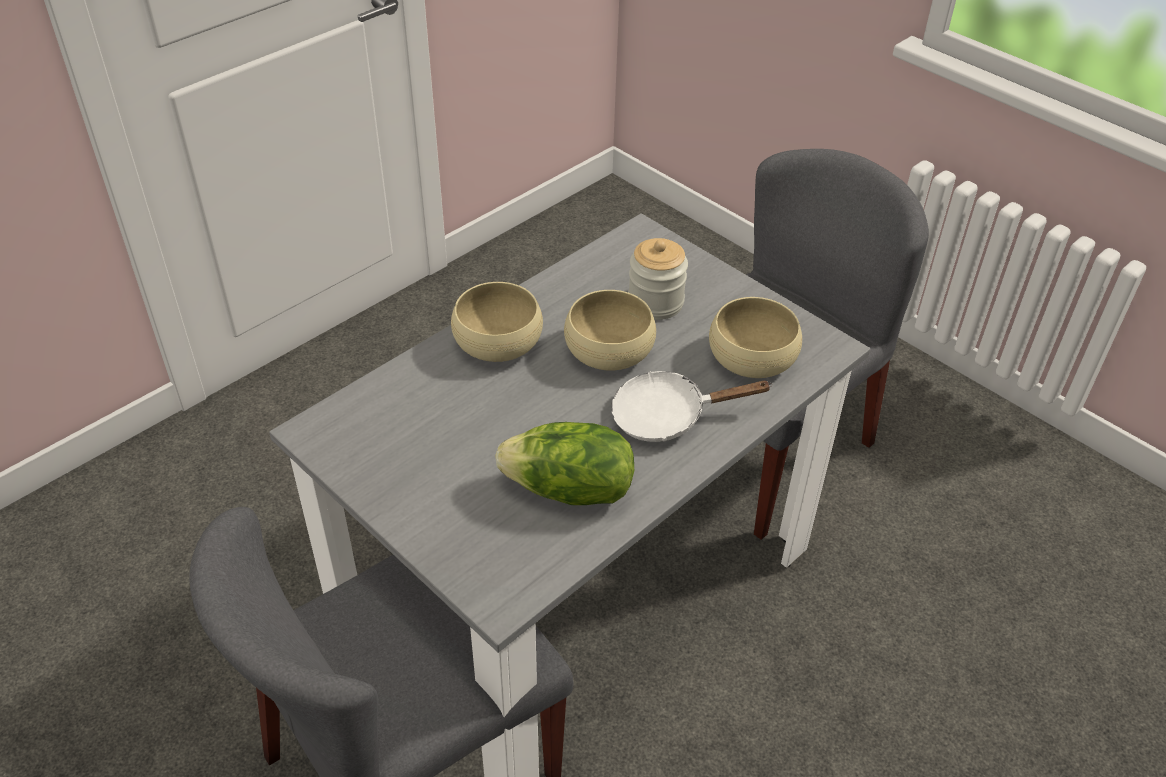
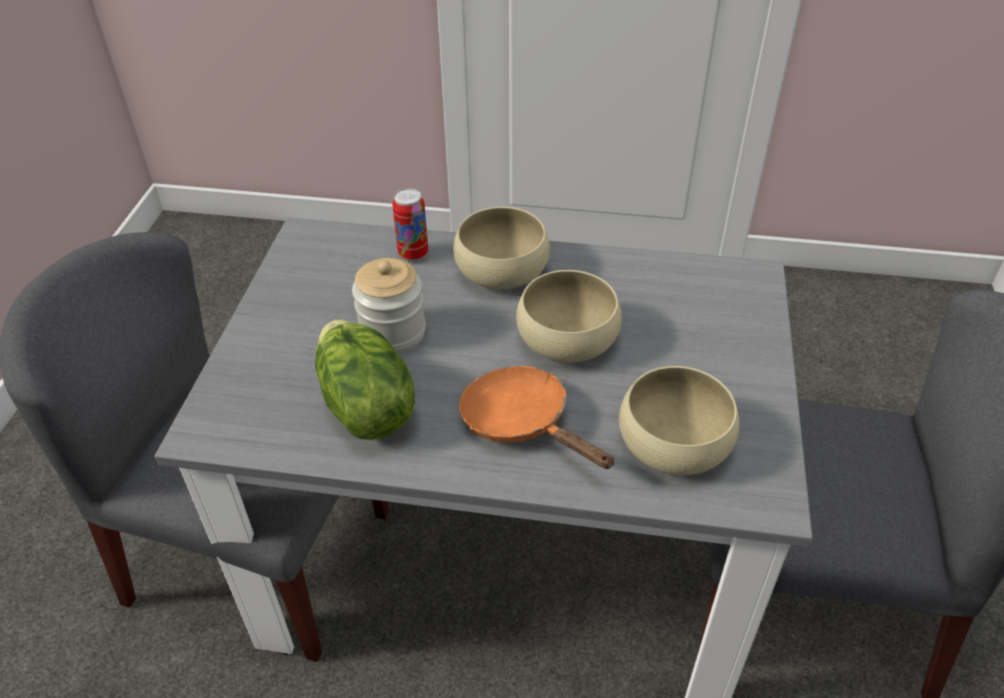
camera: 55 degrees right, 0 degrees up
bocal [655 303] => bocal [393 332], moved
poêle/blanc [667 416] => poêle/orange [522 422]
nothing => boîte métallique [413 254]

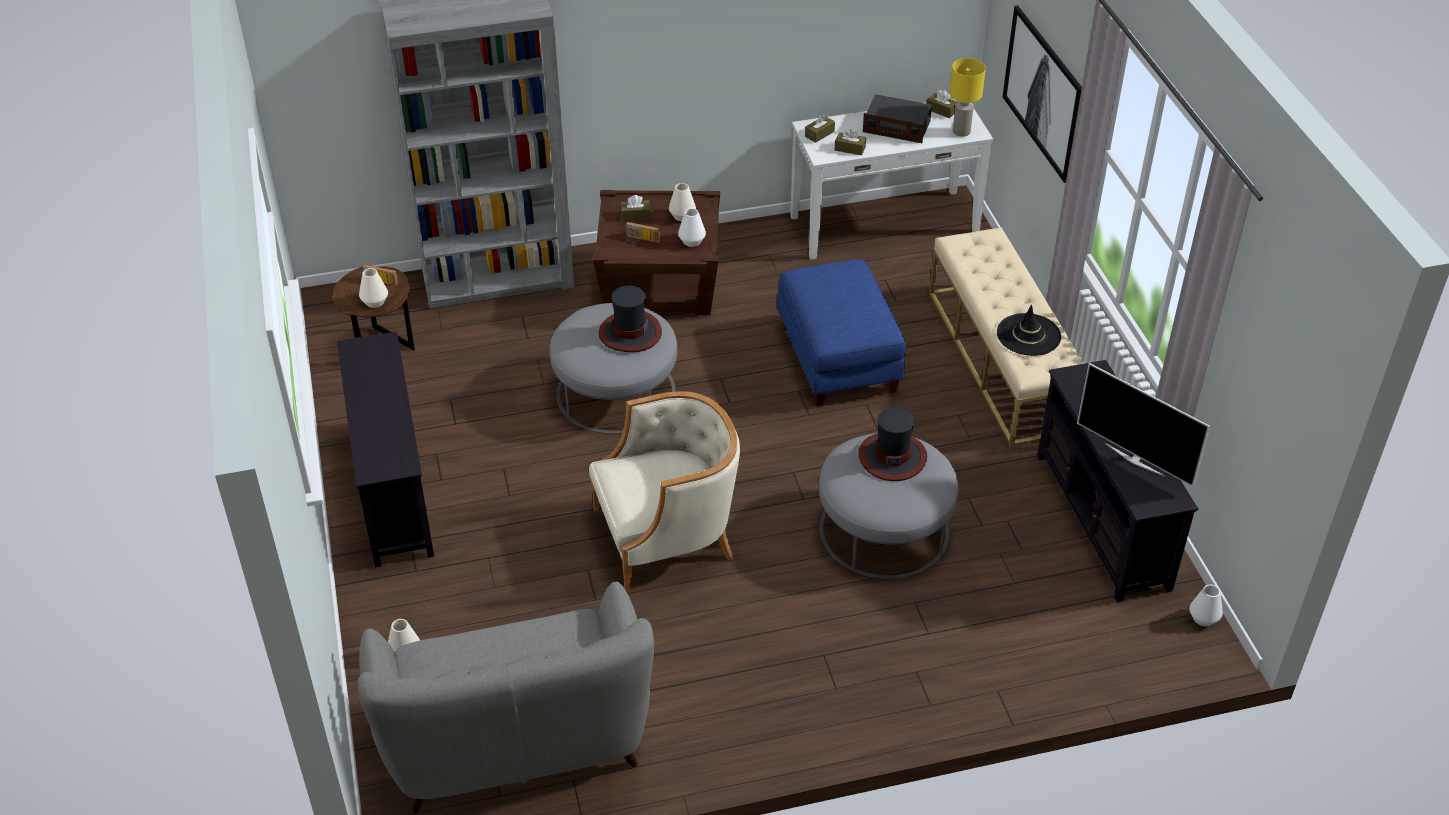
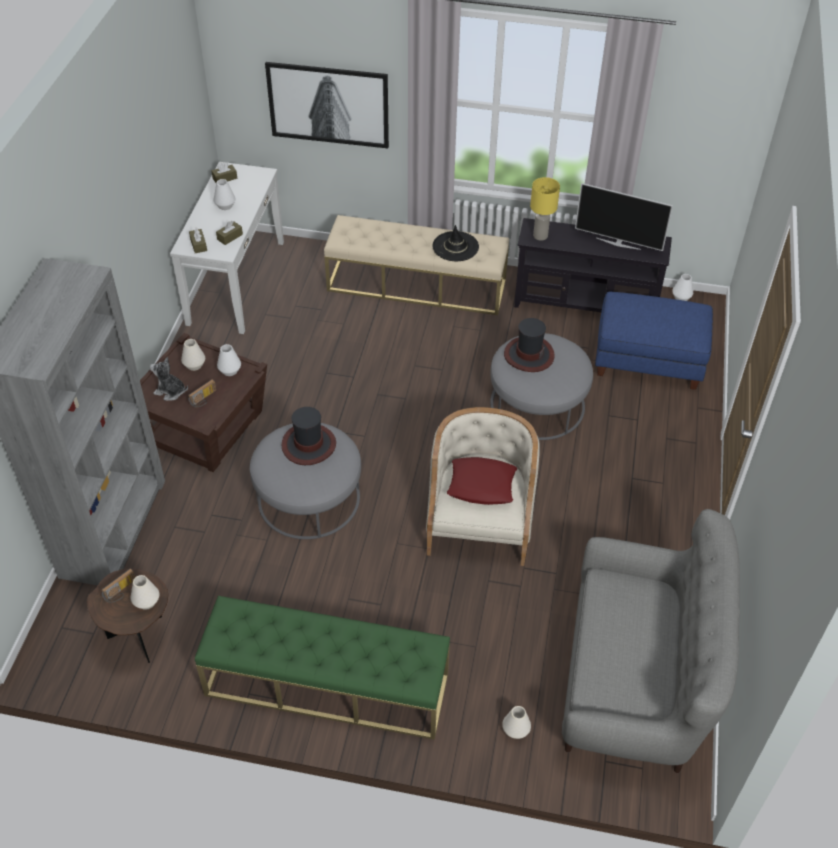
camera: 65 degrees left, 5 degrees up
lampe de table/jaune [961 131] => lampe de table/jaune [540 236], moved
radio [897 127] => vase/blanc [225 205]
boîte à mouchoirs/marron [635 215] => peluche [170 391]
pouf/bleu [839 359] => pouf/bleu [649 359], moved
meuble télé/noir [392 490] => banc/vert [326 685]
téléviseur [1135 459] => téléviseur [618 243], 45 degrees clockwise
nothing => coussin/rouge [482 485]

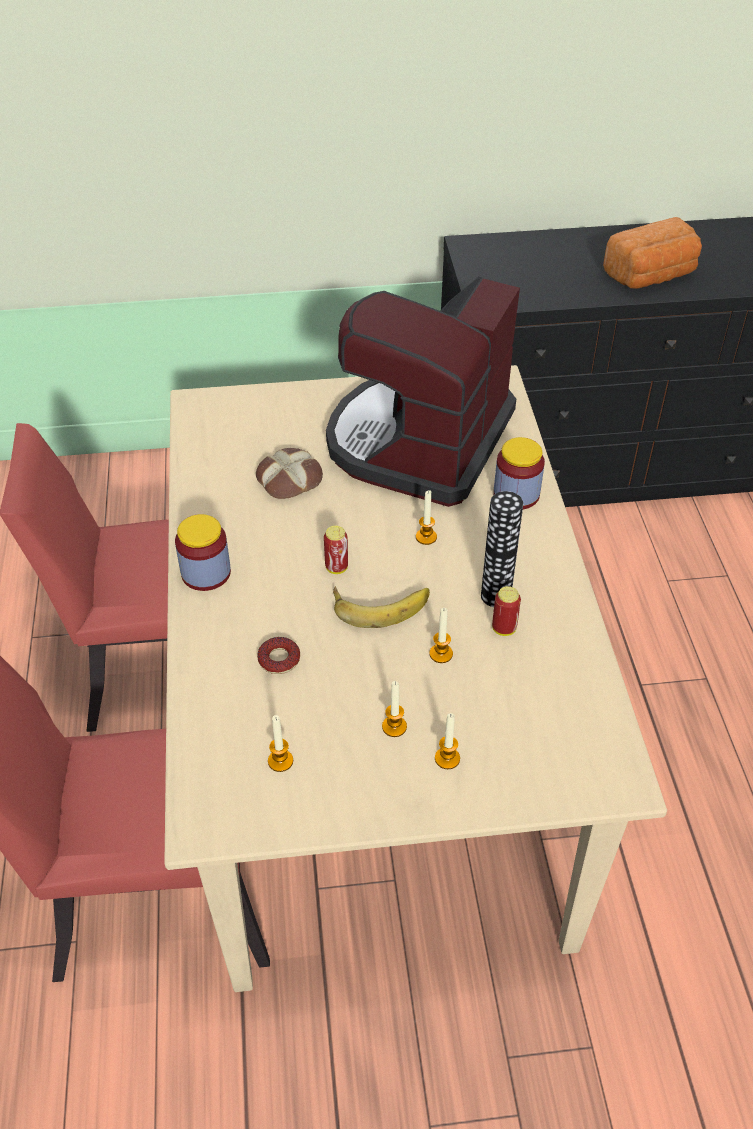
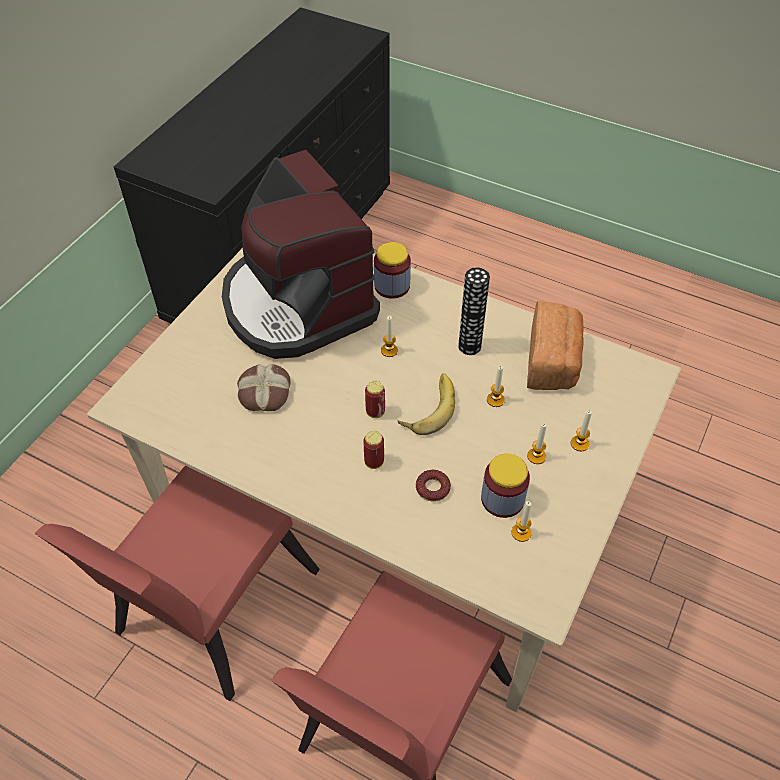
camera: 55 degrees left, 5 degrees up
pain [651 276] => pain [553 362], moved
bocal [206 573] => bocal [502 499], moved
boîte métallique [504 629] => boîte métallique [374 462], moved

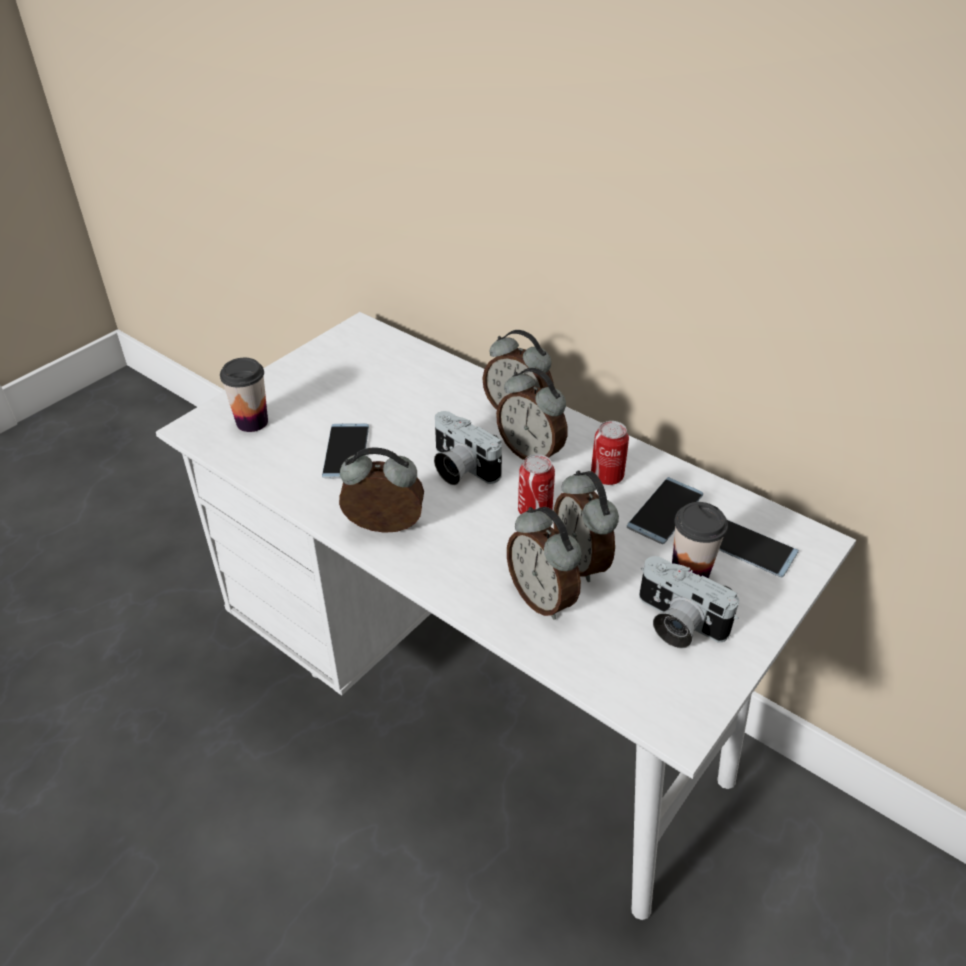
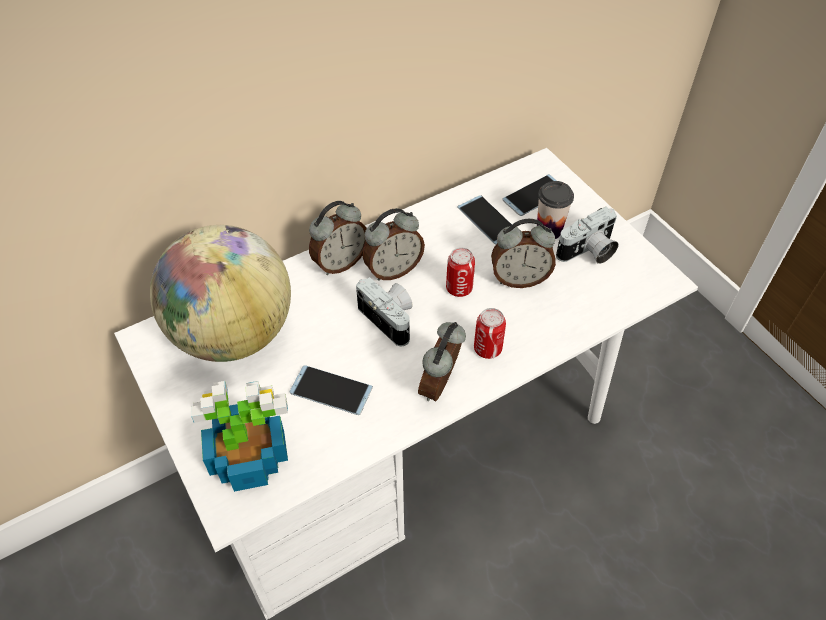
camera: 70 degrees left, 10 degrees up
tasse [252 422] => plante en pot [248 457]
appareil photo [459 468] => appareil photo [391 318], 105 degrees counterclockwise
boîte métallique [607 476] => boîte métallique [487 348], moved
réveil [543 598] => nothing
nothing => globe [233 333]

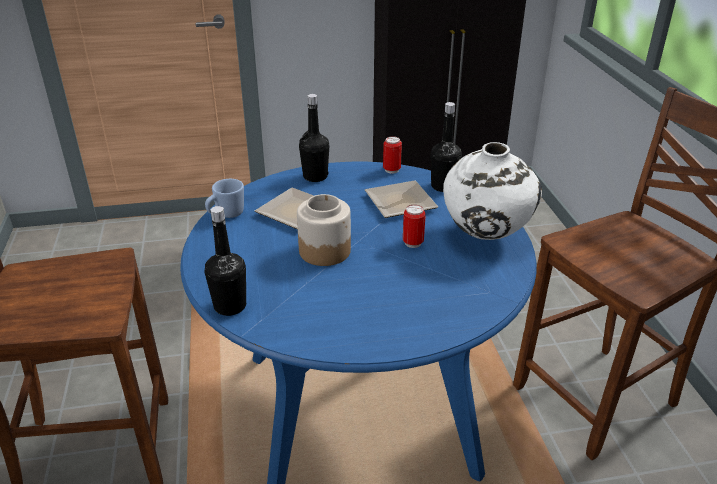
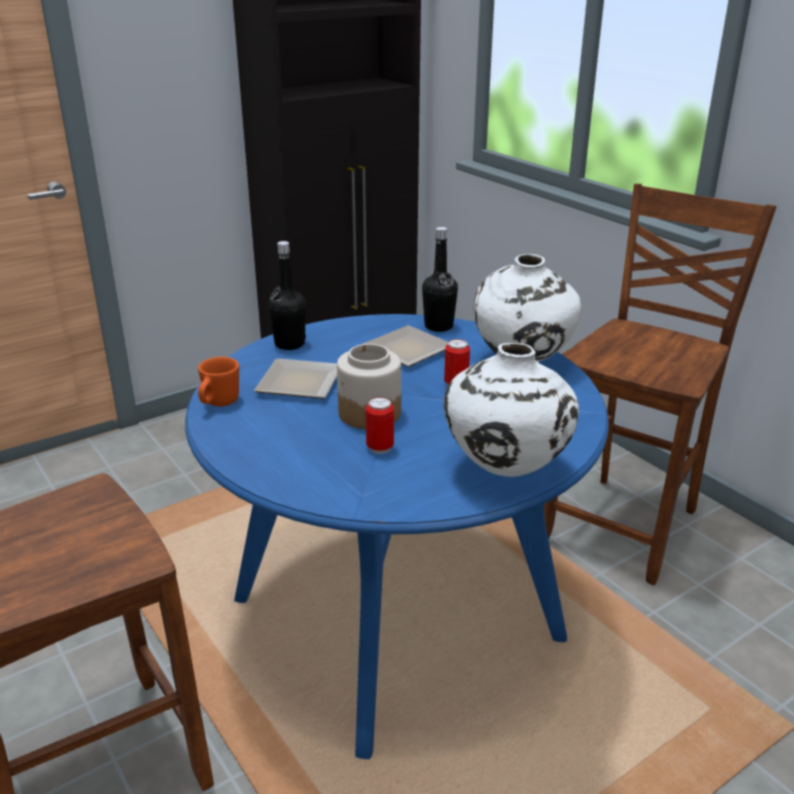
camera: 25 degrees left, 5 degrees down
boîte métallique [391 170] => boîte métallique [380 448], moved
mug/bleu [226 215] => mug/orange [218 403]
bouteille/noir [230 306] => nothing
nothing => vase/blanc [505 471]

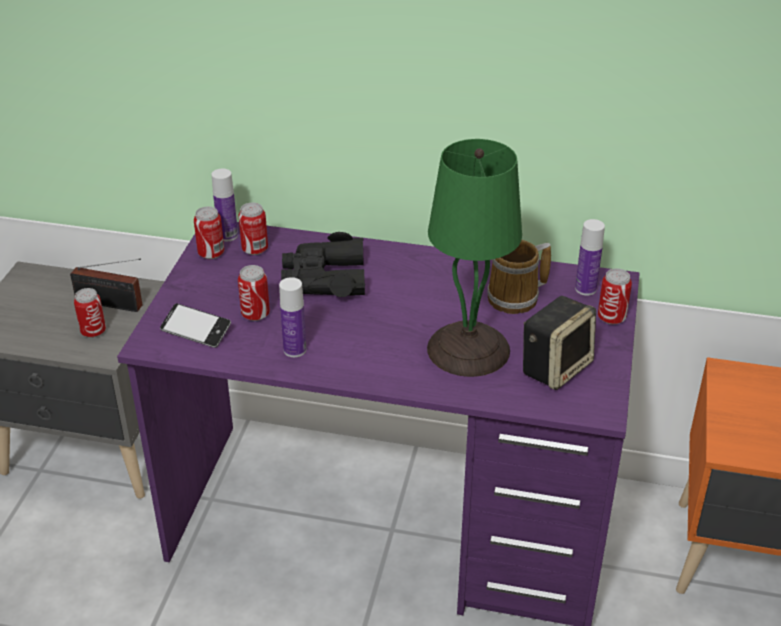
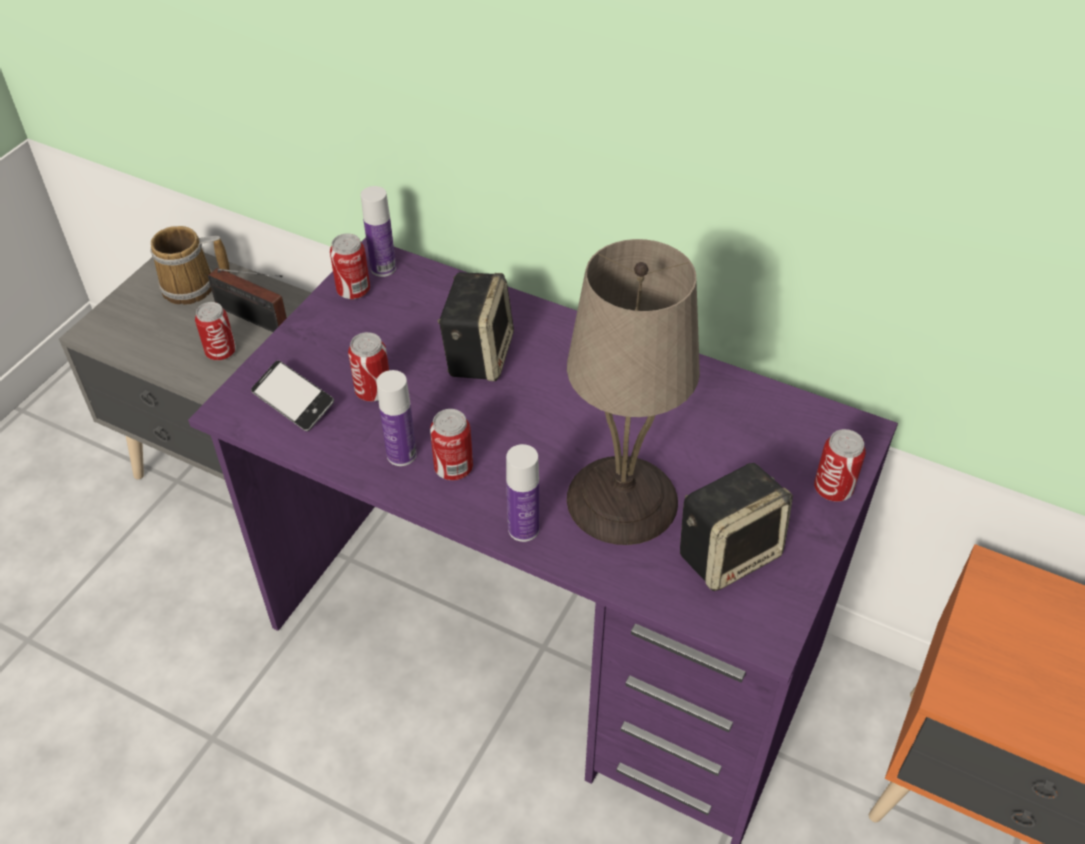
camera: 15 degrees right, 10 degrees up
lampe de table/vert [469 348] => lampe de table/beige [624 498]
boîte métallique [255 249] => boîte métallique [453 468], moved
bouteille [585 289] => bouteille [523 529], moved
jumelles/noir [324 278] => enceinte [477 354]
mug [517 298] => mug [192 287], moved

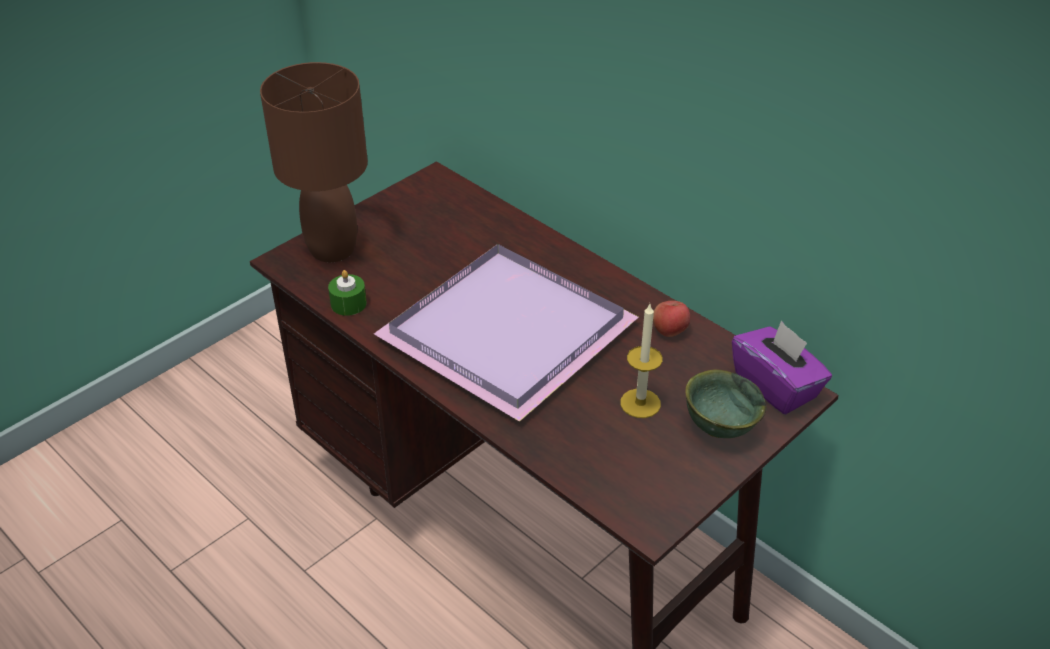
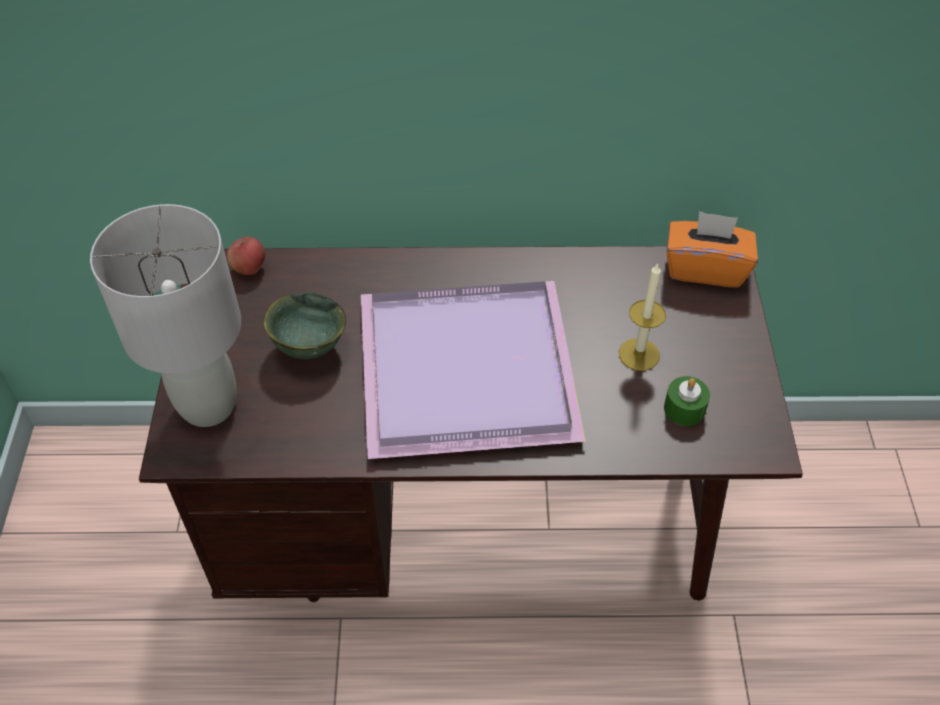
camera: 45 degrees left, 10 degrees up
lampe de table/marron [331 249] => lampe de table/gris [207 406]
bougie/vert [348 303] => bougie/vert [684 409], moved
pomme [669 331] => pomme [249 268], moved
boîte à mouchoirs/violet [776 386] => boîte à mouchoirs/orange [705 268]
bol/vert [718 427] => bol/vert [307 347], moved

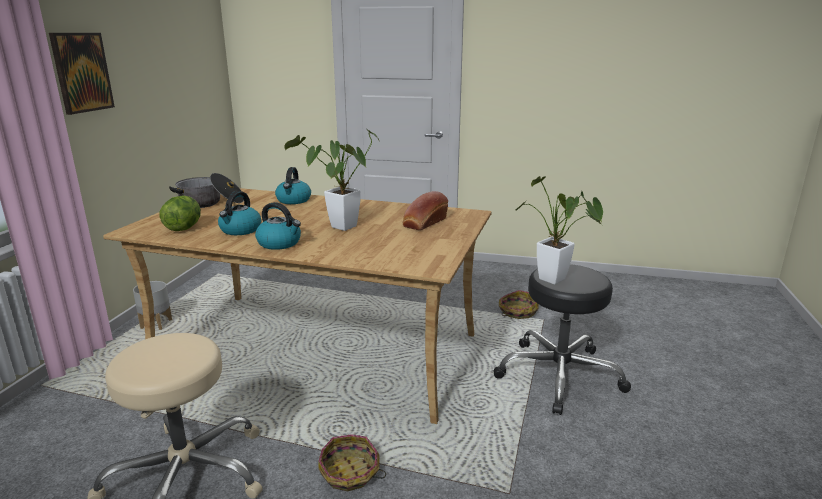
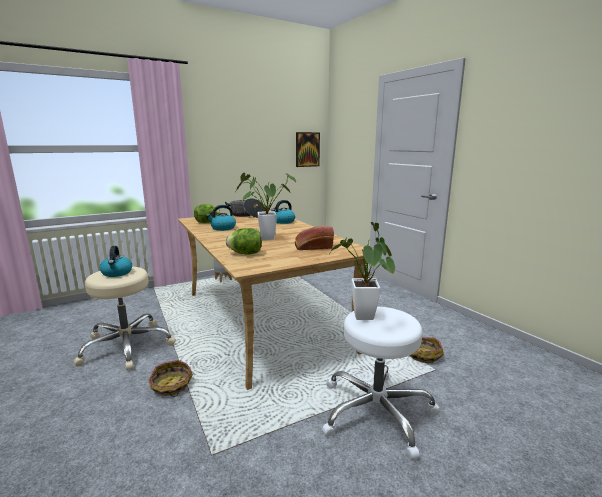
camera: 45 degrees right, 5 degrees down
tableau [82 72] => tableau [307 149], moved
bouilloire [280 243] => bouilloire [117 273], moved
tabouret/noir [559 375] => tabouret/blanc [376 411]
nothing => laitue [245 254]

